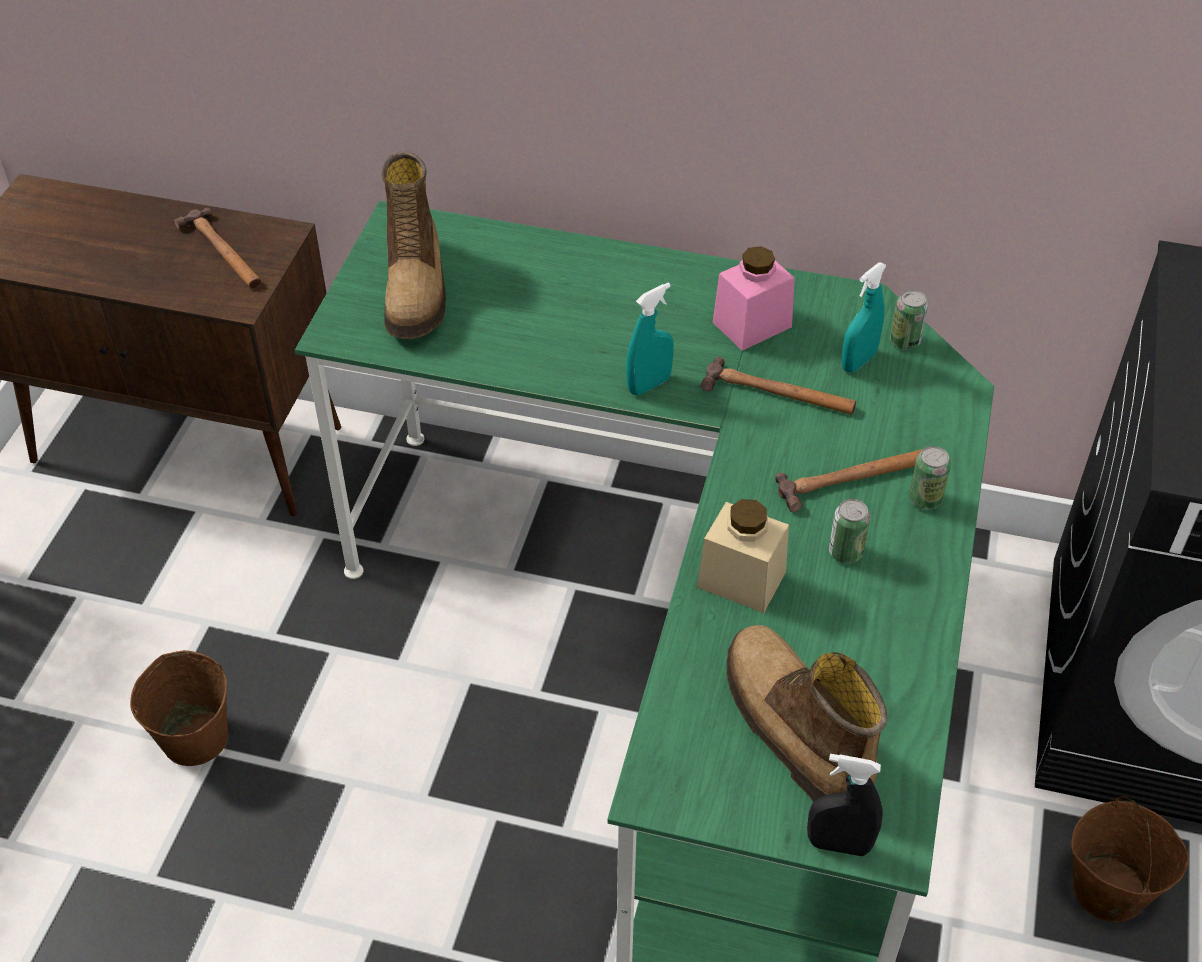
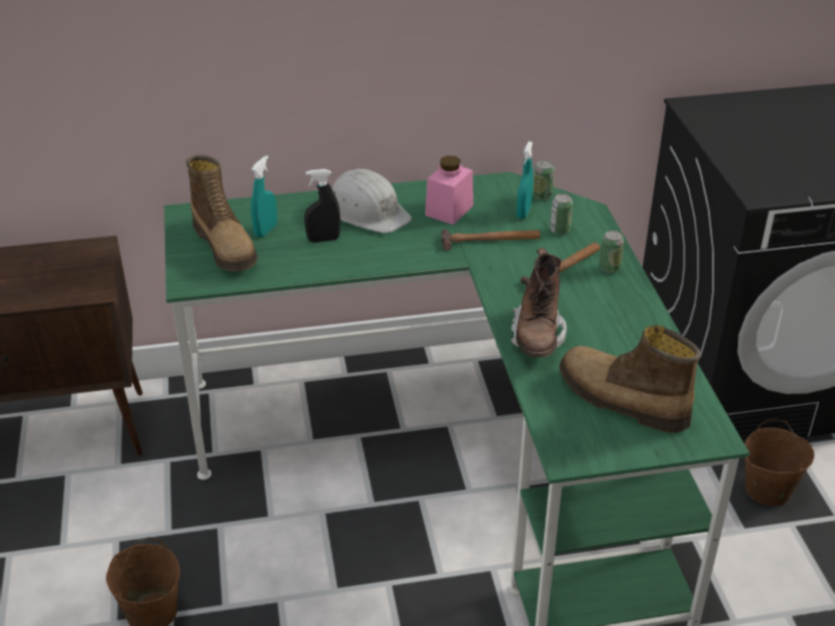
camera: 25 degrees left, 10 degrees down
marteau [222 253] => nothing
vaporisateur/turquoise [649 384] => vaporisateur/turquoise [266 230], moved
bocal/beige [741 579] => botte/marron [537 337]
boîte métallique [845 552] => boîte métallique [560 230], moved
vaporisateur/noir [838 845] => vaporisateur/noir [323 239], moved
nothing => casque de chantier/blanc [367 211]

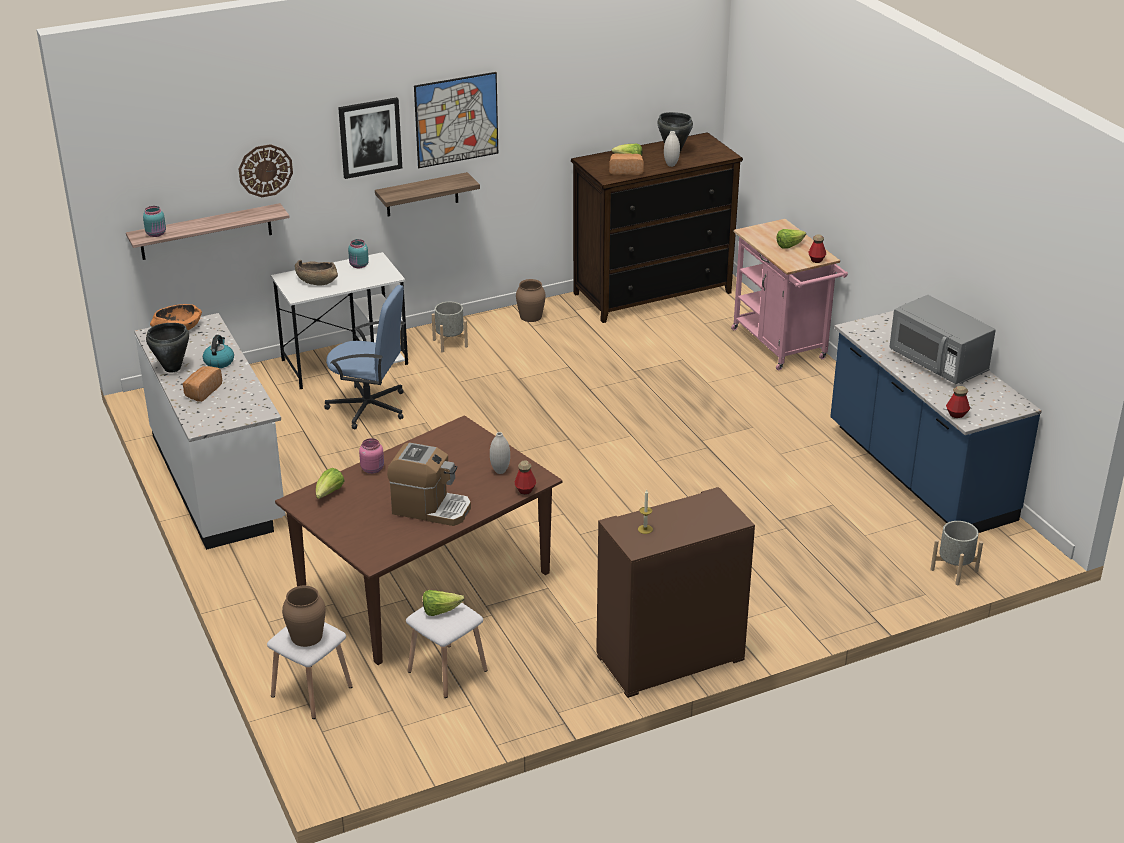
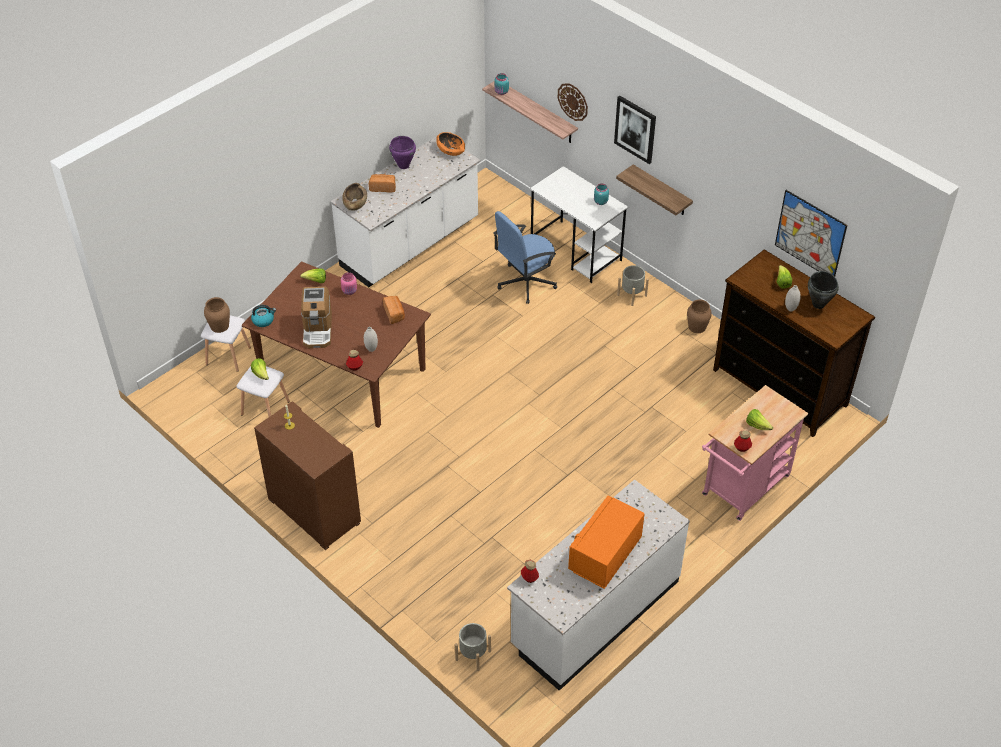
camera: 70 degrees right, 15 degrees up
tableau [456 120] => tableau [810 235], moved
pain [626 171] => pain [394 314], moved
bol/marron [316 281] => bol/marron [355 203], moved
chaise de bureau/bleu [369 408] => chaise de bureau/bleu [525 282], 60 degrees clockwise
micro-ondes/gris [938 363] => micro-ondes/orange [605 555]
comptoir de cuisine/bleu [918 473] => comptoir de cuisine/blanc [594 613]
marmite/noir [172 368] => marmite/violet [403 166]
bouilloire [219 362] => bouilloire [263 320], moved

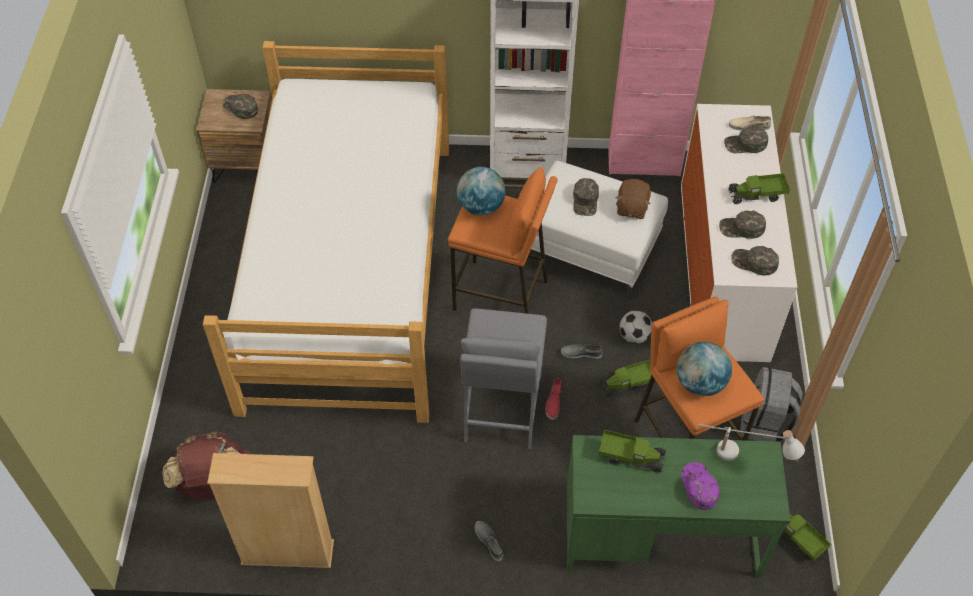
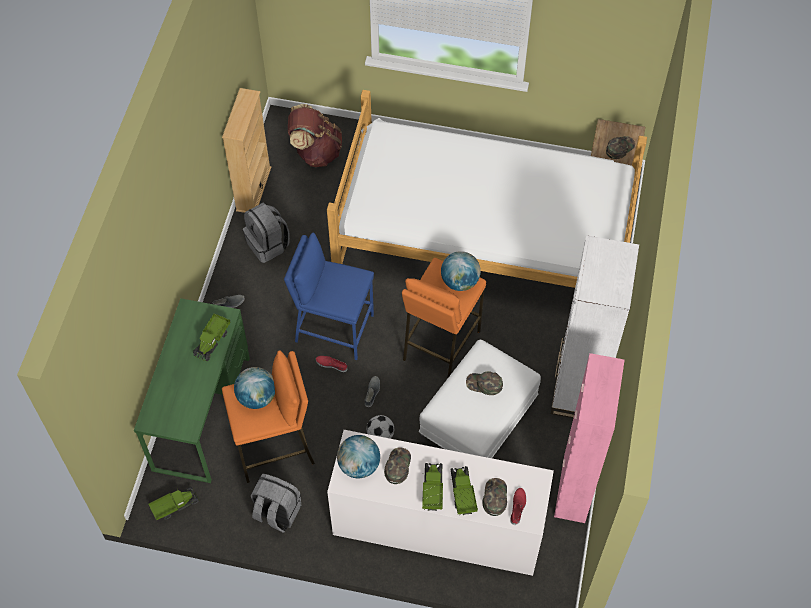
camera: 100 degrees right, 5 degrees up
chaussure/beige [749 126] => chaussure/rouge [518 507]
peluche/marron [631 208] => nothing
casquette/vert [754 263] => globe [359 465]
tabouret/gris [501 408] => tabouret/bleu [334 328]
camion jouet [627 384] => camion jouet [462 493], moved
lampe de table/blanc [743 457] => nothing
casquette/violet [698 487] => nothing
nothing => sac à dos/gris [268 244]

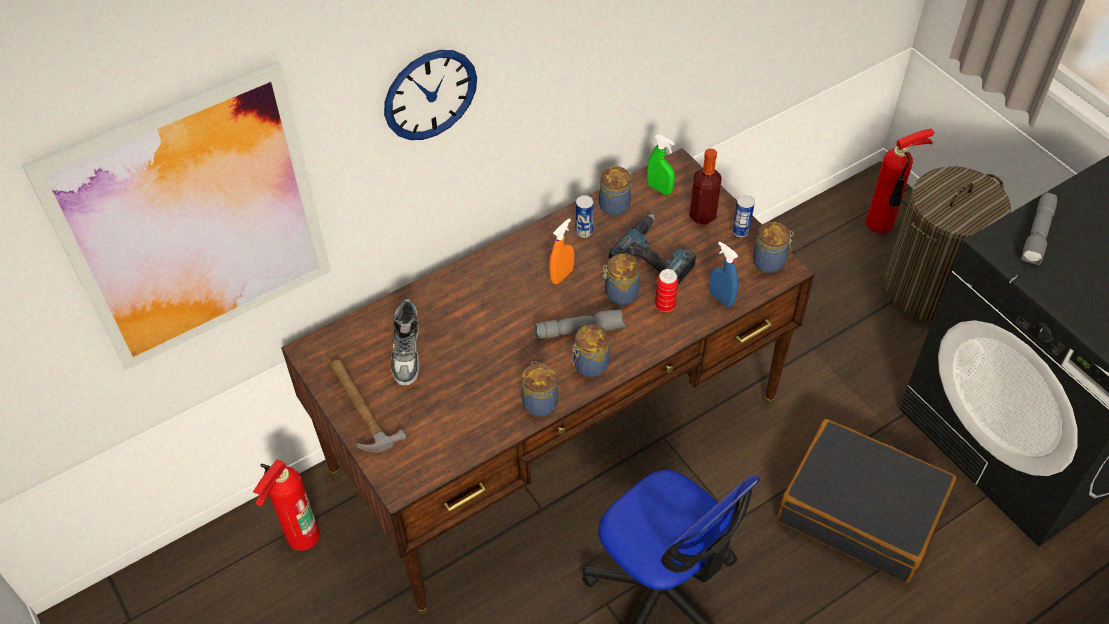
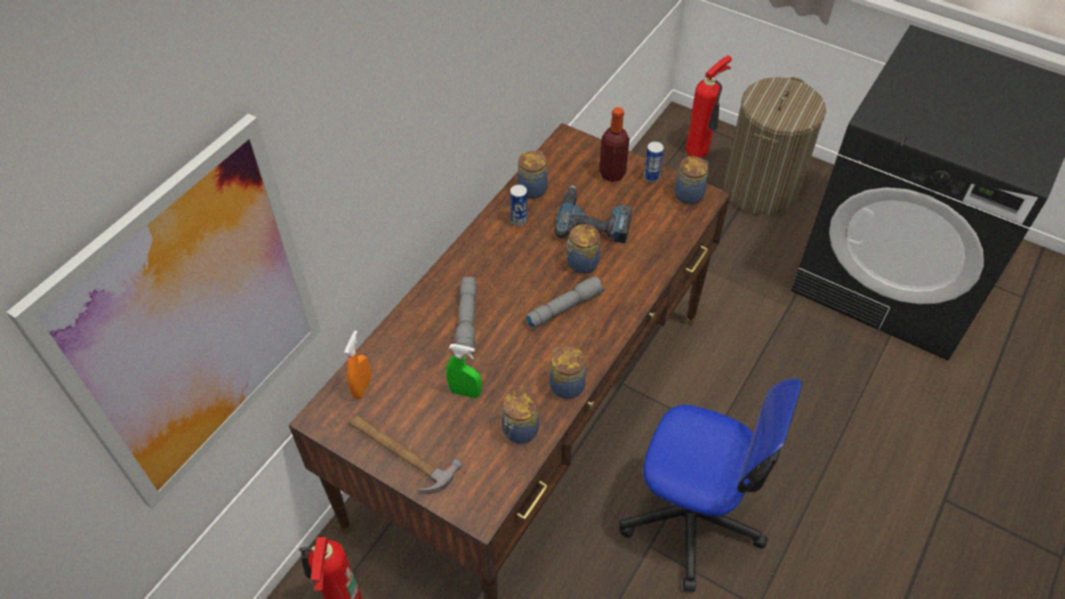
camera: 25 degrees left, 0 degrees up
horloge murale [430 94] => nothing
vaporisateur/vert [659 188] => vaporisateur/vert [465 392], moved
lampe de poche/gris [1038 235] => lampe de poche/gris [467 321], moved
vaporisateur/orange [561 276] => vaporisateur/orange [362 387], moved
vaporisateur/bleu [721 298] => nothing
boîte métallique [665 305] => nothing
chaussure [407 354] => nothing
bocal [589 365] => bocal [519 431], moved
valise/noir [861 510] => nothing

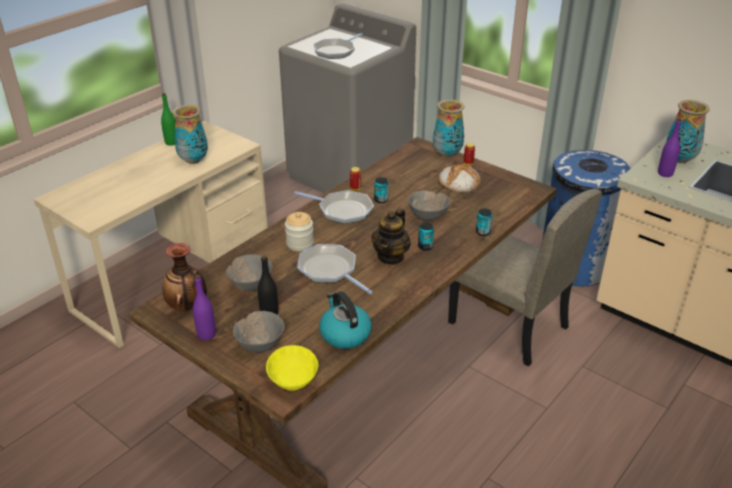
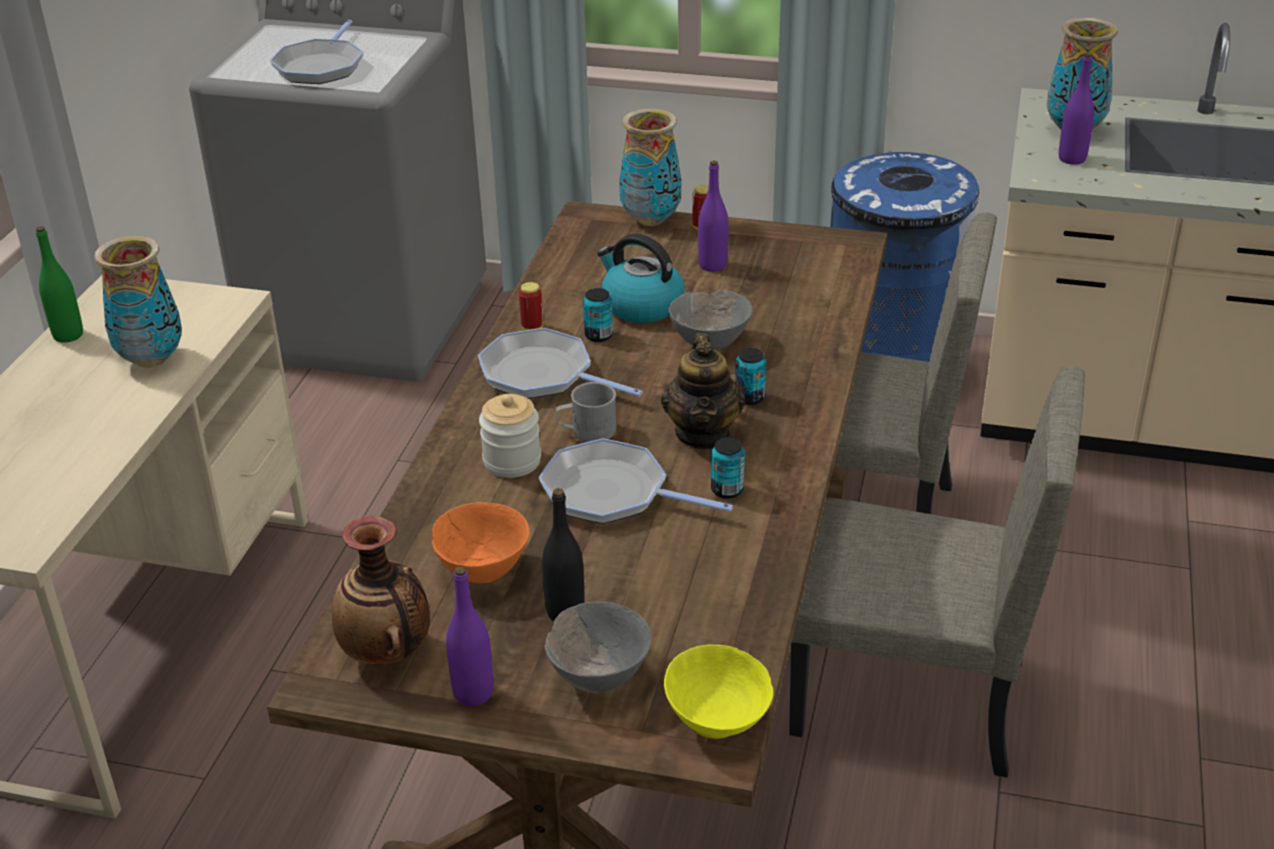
camera: 25 degrees left, 0 degrees up
pain [458 182] => bouteille/violet [712 265]
poêle [342 210] => poêle [542 375], 150 degrees counterclockwise
boîte métallique [483 232] => boîte métallique [727 490], moved
bol/gris [250 285] => bol/orange [482 570]
bouilloire [344 334] => bouilloire [641 305], moved
nothing => chaise/beige [908 698]
nothing => mug/gris [587 431]

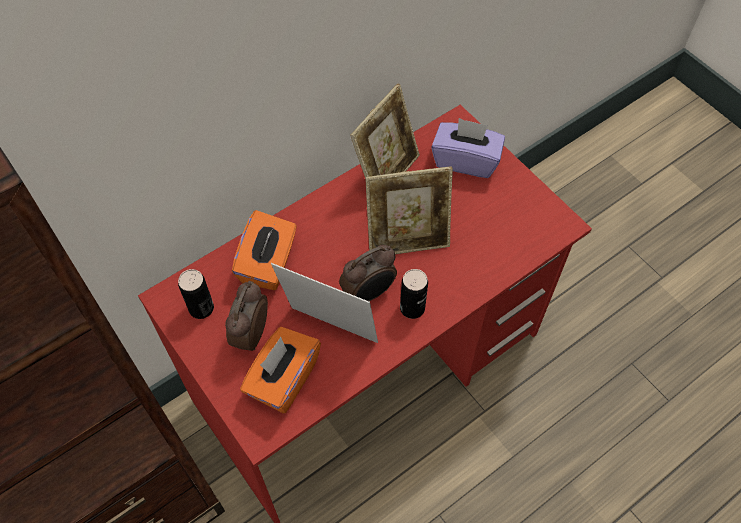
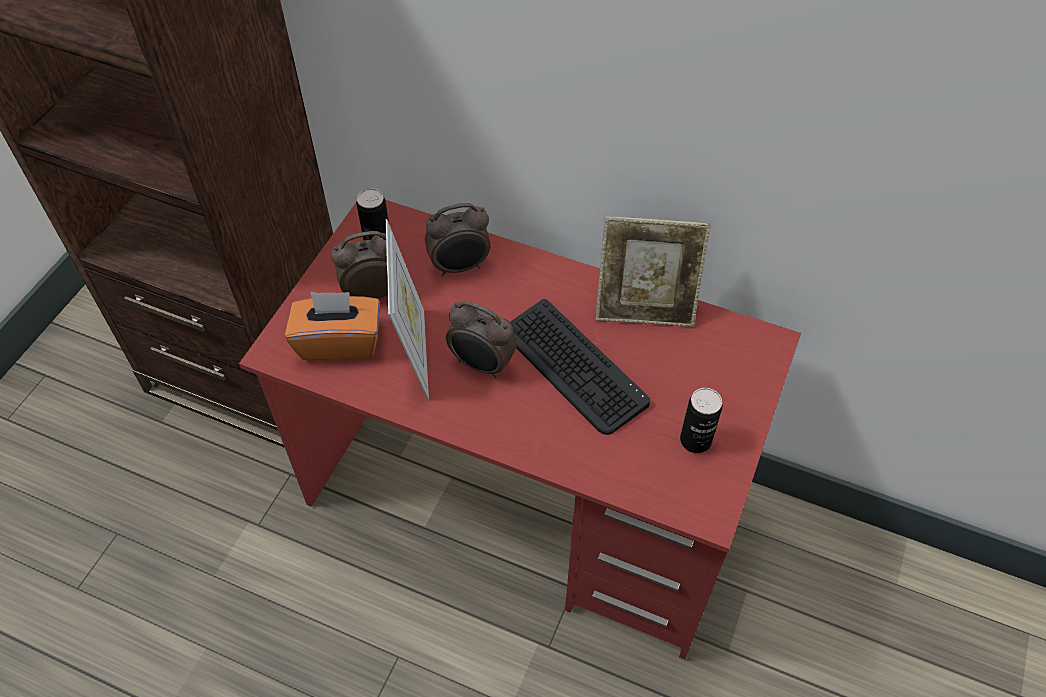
camera: 60 degrees right, 5 degrees down
boîte à mouchoirs/violet [465 160] => nothing
cadre photo [407 239] => clavier [573 367]
boîte à mouchoirs/orange [268 264] => réveil [460 267]
boîte métallique [412 308] => boîte métallique [695 440], moved

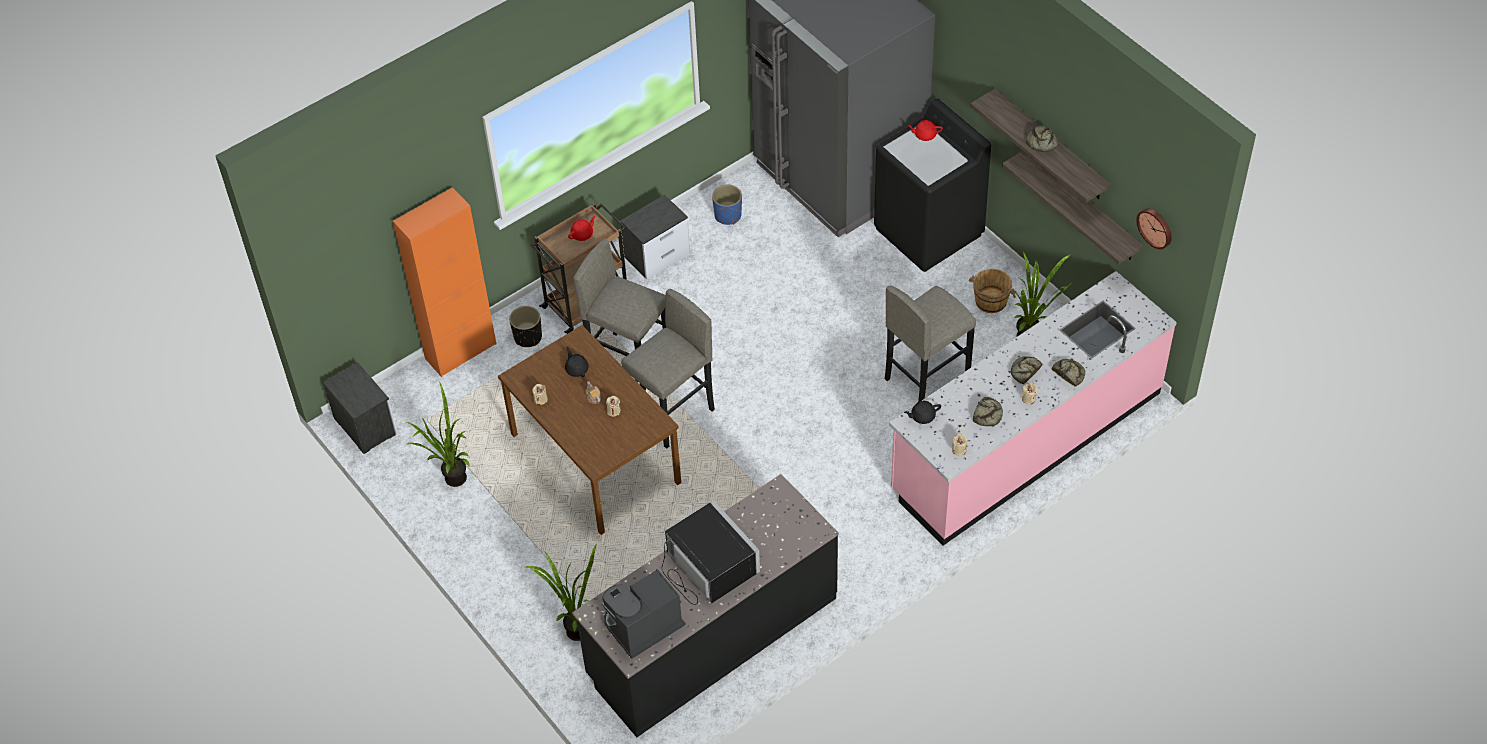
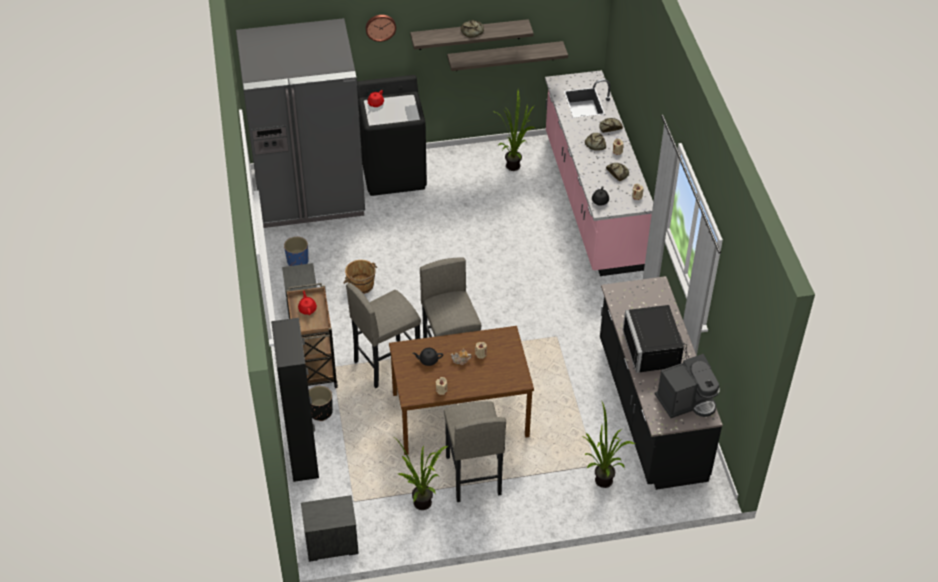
camera: 65 degrees left, 5 degrees down
meuble de rangement/orange [460 351] => meuble de rangement/noir [303 457]
horloge murale [1155 227] => horloge murale [380 27], moved
seau/marron [990 301] => seau/marron [361 285], moved
tabouret/gris [926 377] => tabouret/gris [473 475], moved
micro-ondes/noir [707 567] => micro-ondes/noir [656 349], 90 degrees counterclockwise
machine à café [642 627] => machine à café [686 401], 105 degrees counterclockwise

